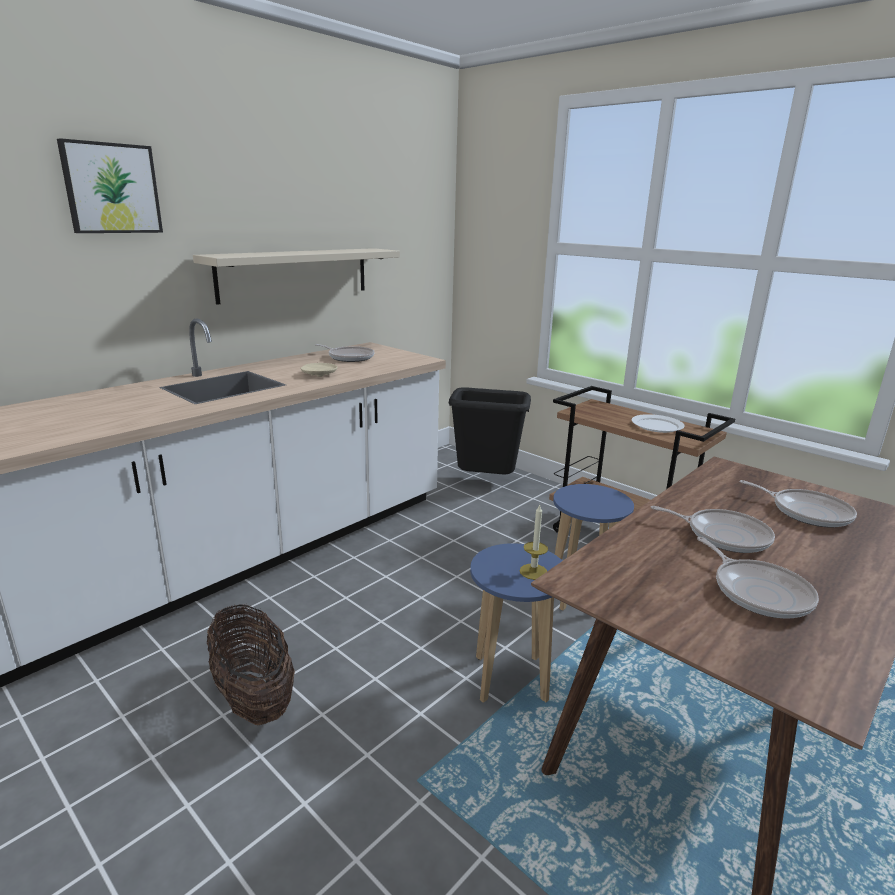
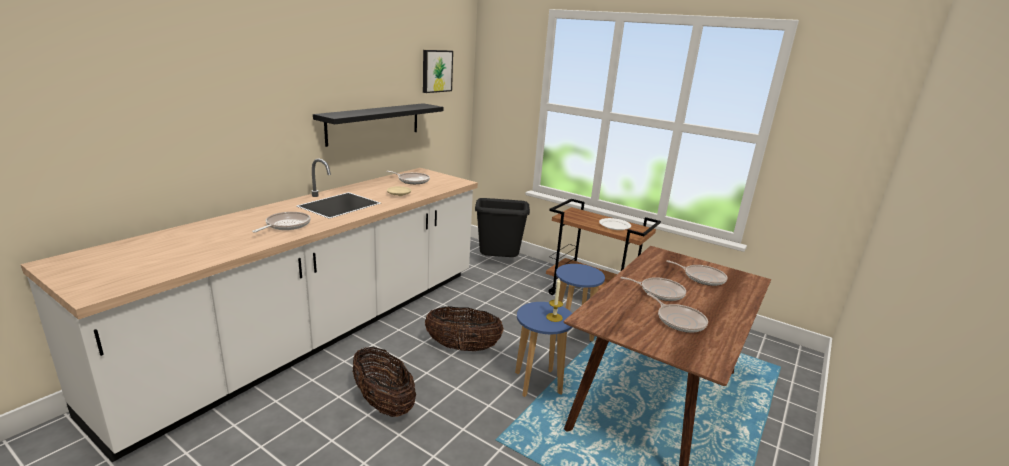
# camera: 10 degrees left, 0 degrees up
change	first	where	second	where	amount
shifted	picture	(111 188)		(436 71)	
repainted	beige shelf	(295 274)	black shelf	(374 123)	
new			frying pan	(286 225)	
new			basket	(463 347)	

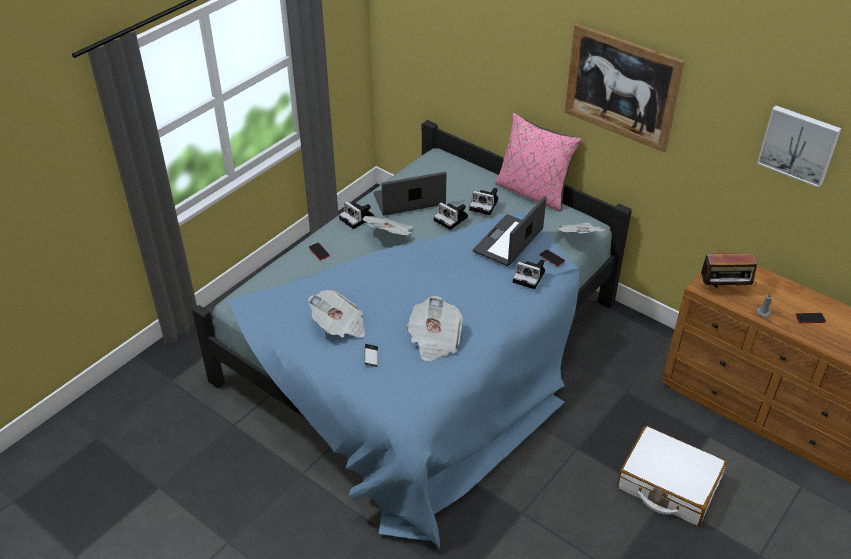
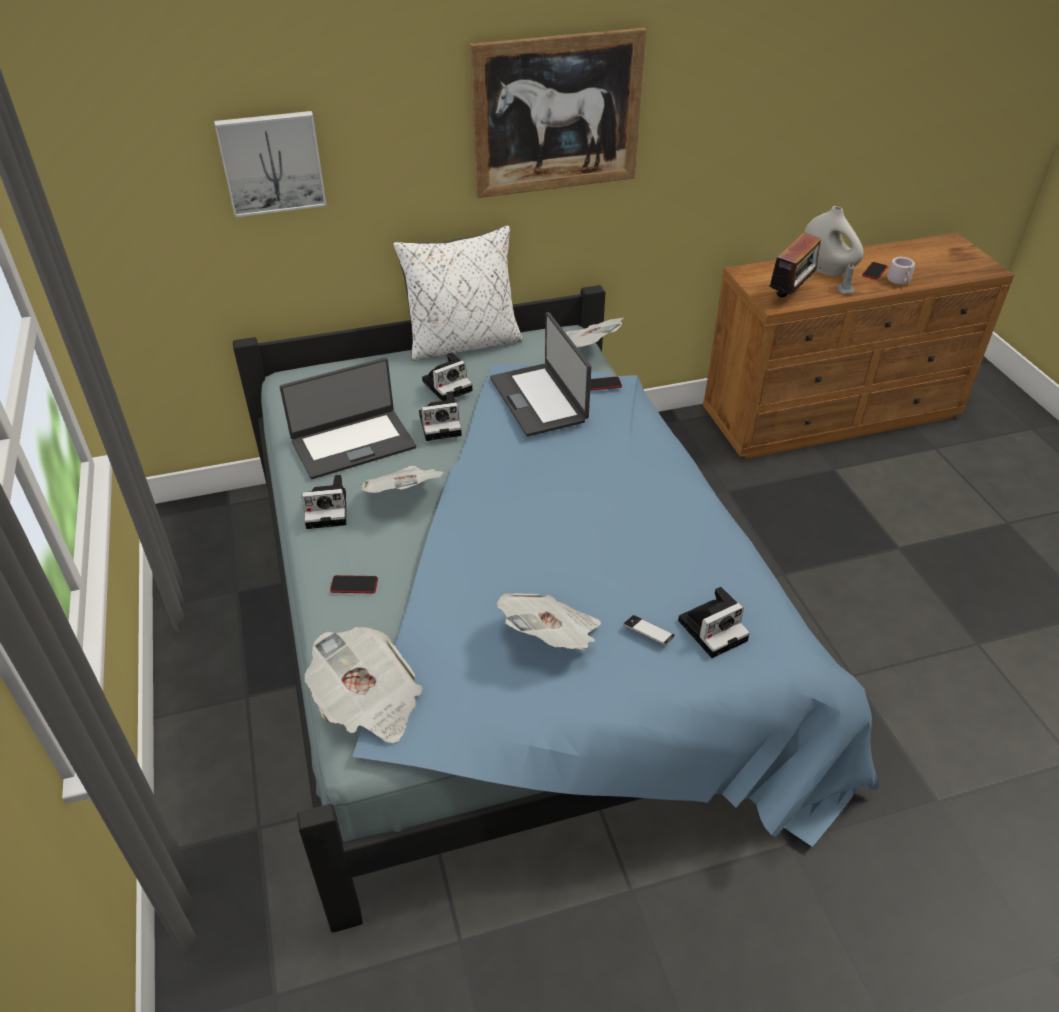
# camera: 55 degrees left, 0 degrees up
change	first	where	second	where	amount
shifted	picture	(799 144)		(272 162)	
repainted	pink pillow	(533 192)	white pillow	(463 343)	
rotated	laptop	(409 200)		(352 443)	135 degrees counterclockwise
shifted	photo camera	(530 277)		(714 628)	
shifted	newspaper	(434 340)		(368 703)	
gone	white suitcase	(668 485)			
new			white vase	(827 270)	
new			grey mug	(900 281)	

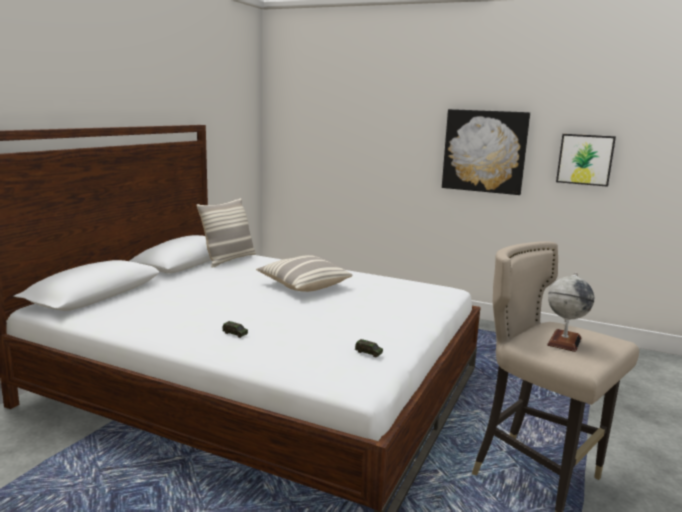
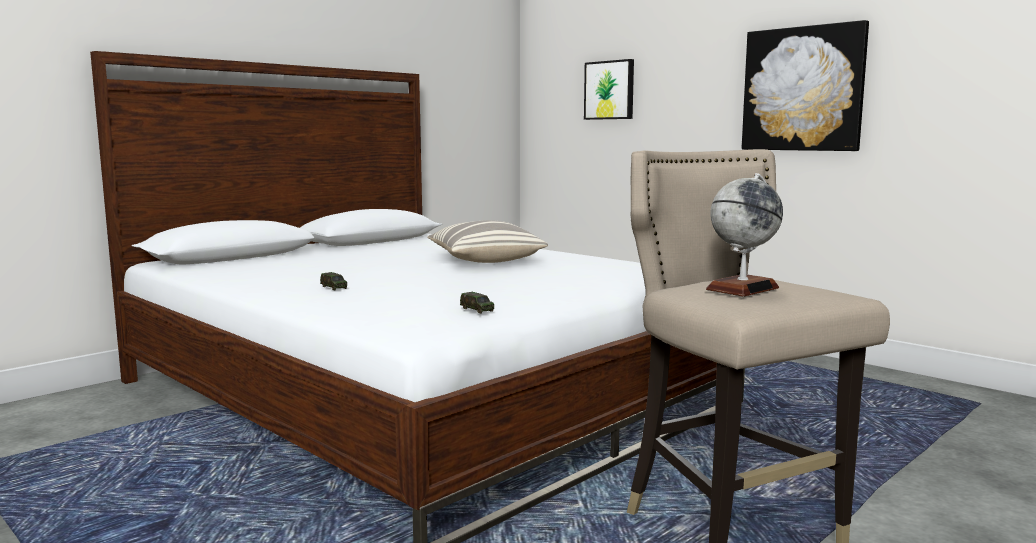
# camera: 20 degrees right, 5 degrees down
change	first	where	second	where	amount
shifted	picture	(585 159)		(610 90)	
gone	pillow	(229 260)			

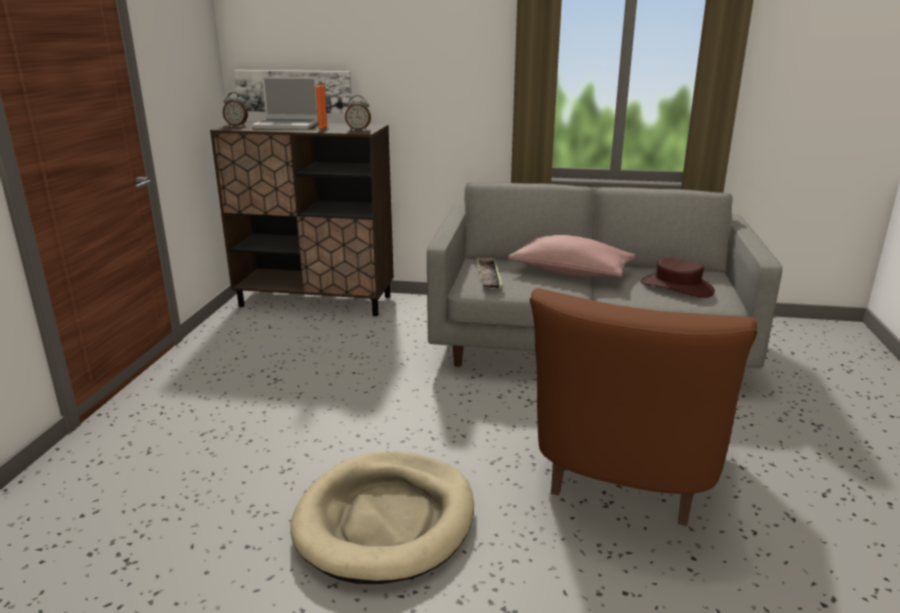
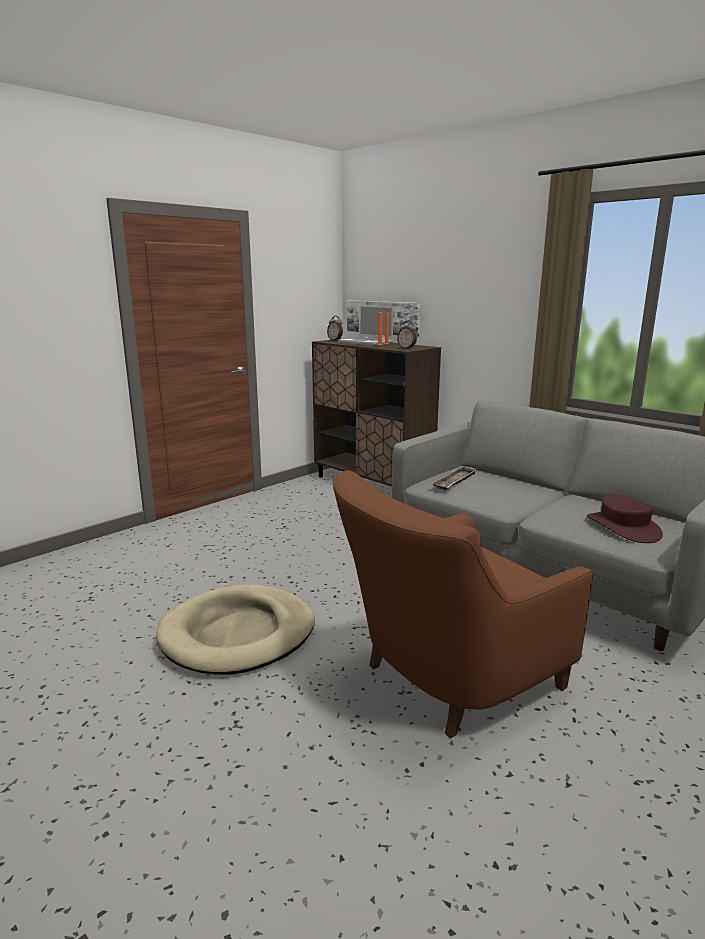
# camera: 35 degrees right, 5 degrees down
change	first	where	second	where	amount
gone	pink pillow	(570 273)			

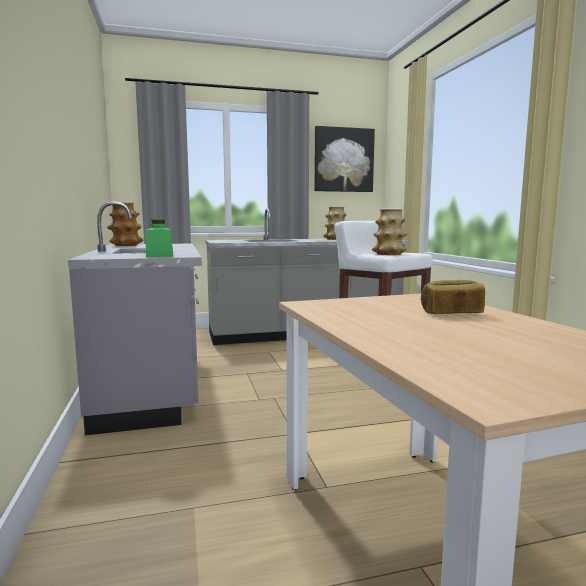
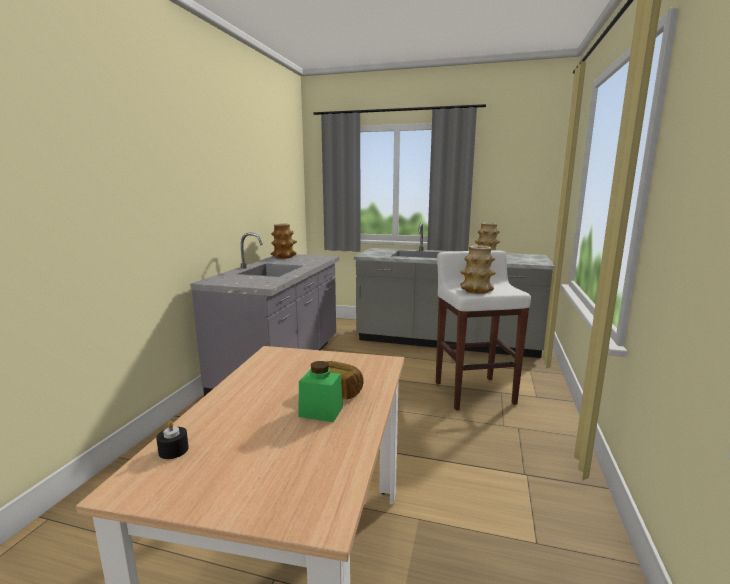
# camera: 30 degrees right, 5 degrees up
change	first	where	second	where	amount
gone	picture	(343 160)			
shifted	green jar	(159 256)		(321 412)	
new			black candle	(173 450)	

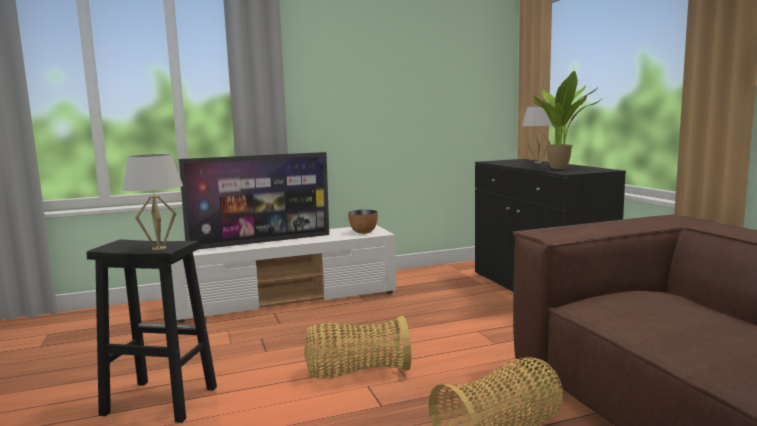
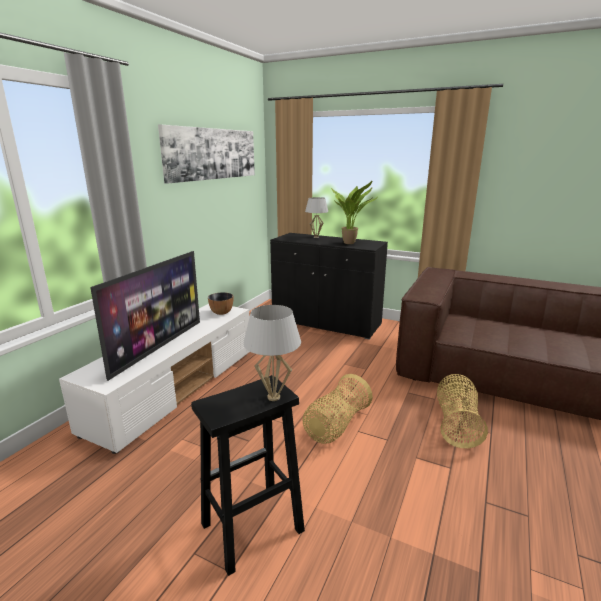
# camera: 45 degrees left, 10 degrees up
change	first	where	second	where	amount
new			picture	(212 154)	

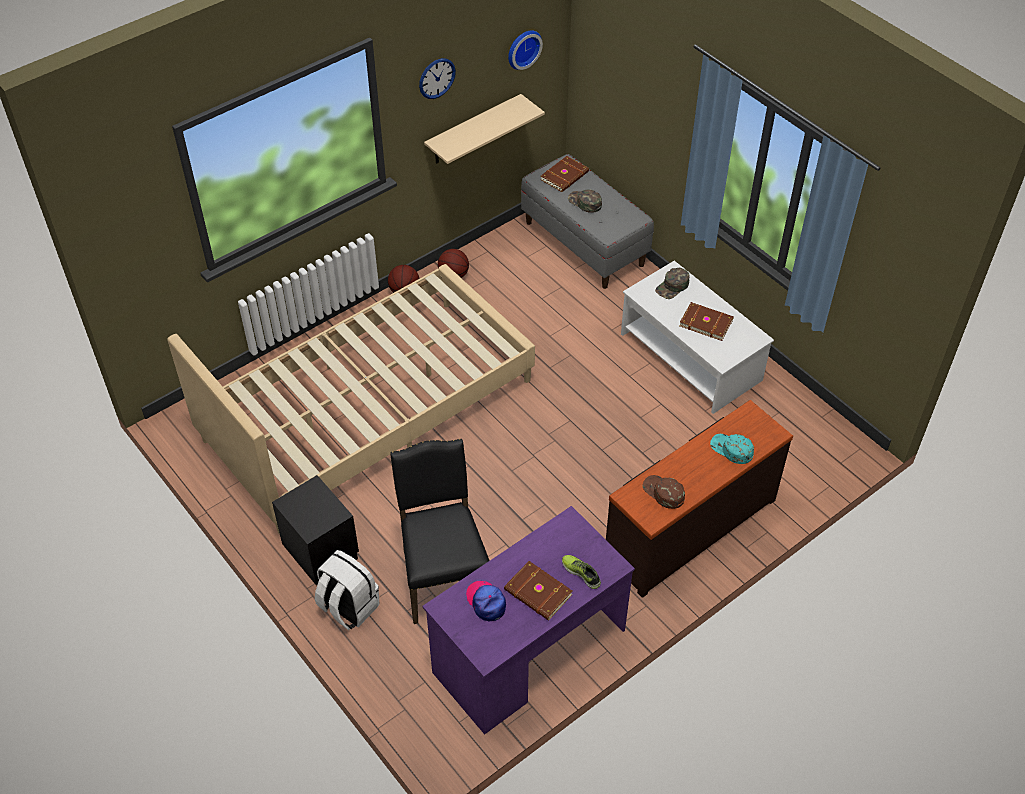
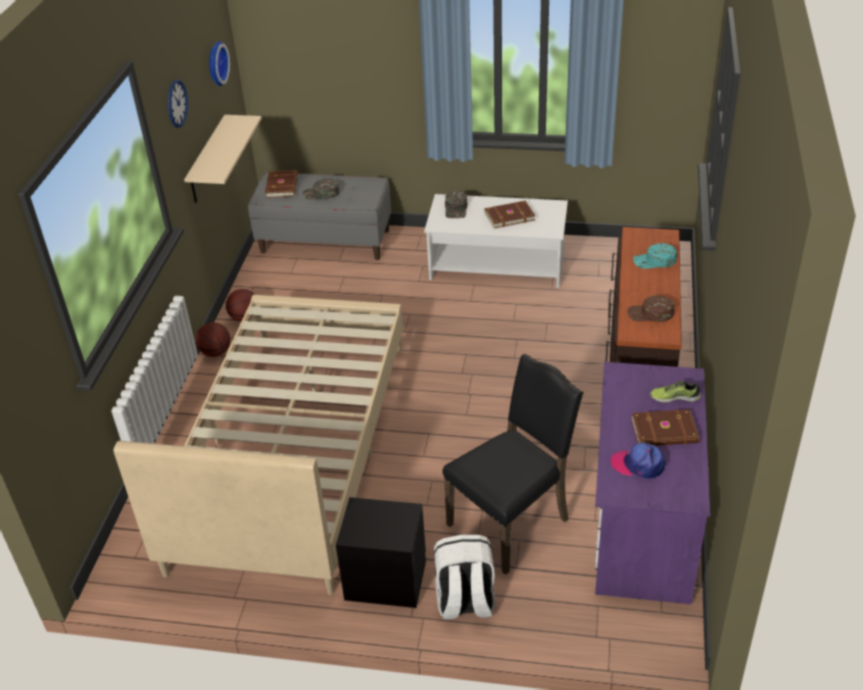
# camera: 40 degrees left, 10 degrees down
change	first	where	second	where	amount
rotated	black chair	(443 577)		(512 522)	105 degrees clockwise

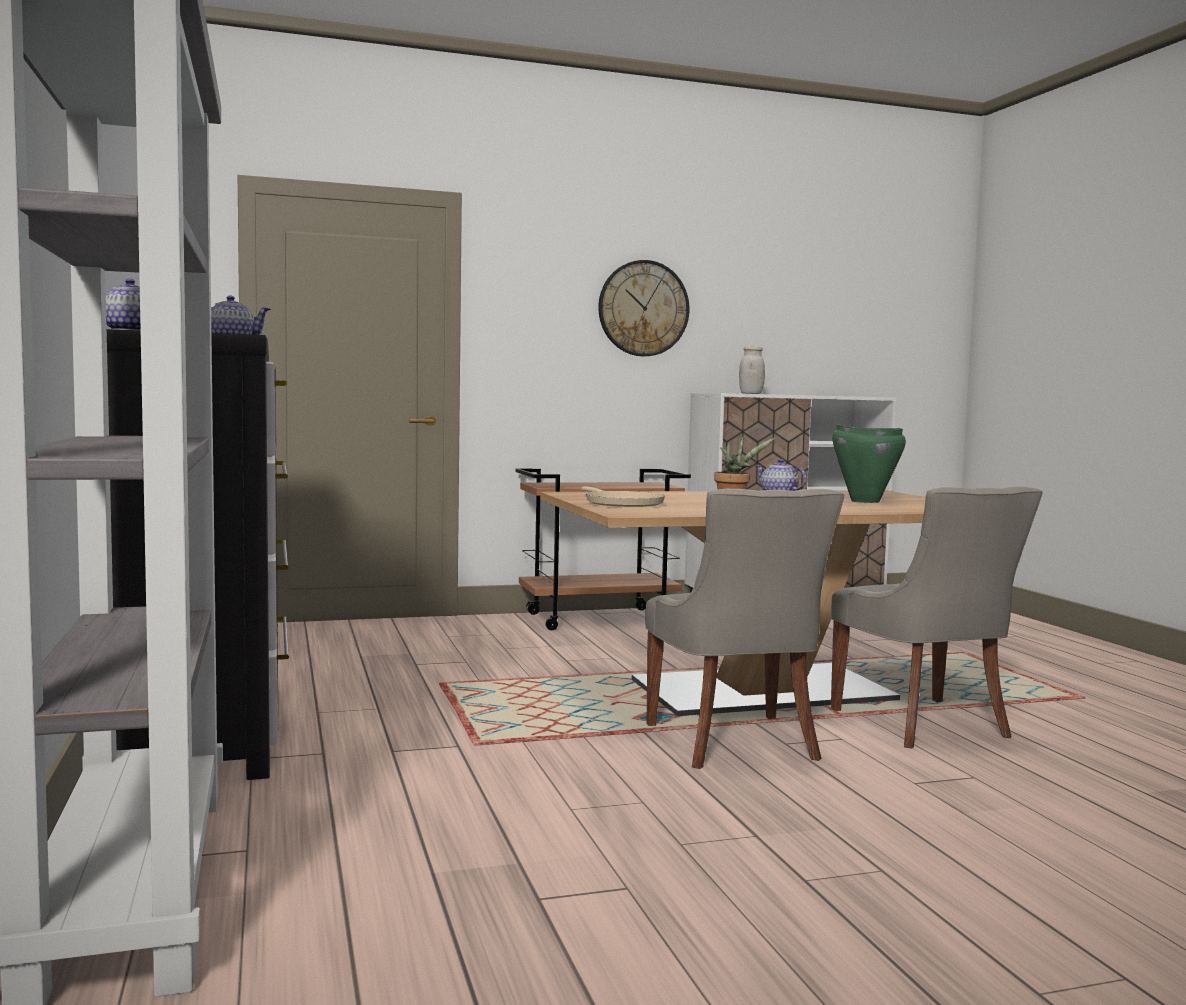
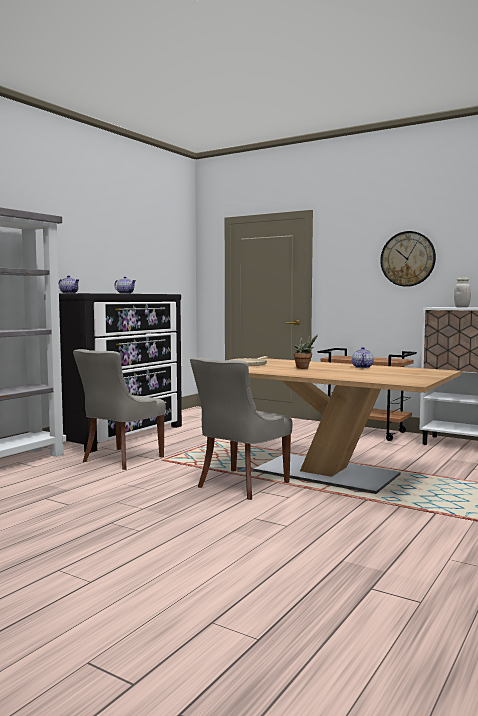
# camera: 50 degrees right, 0 degrees up
change	first	where	second	where	amount
gone	green cooking pot	(864 501)			
shifted	grey chair	(924 725)		(121 459)	

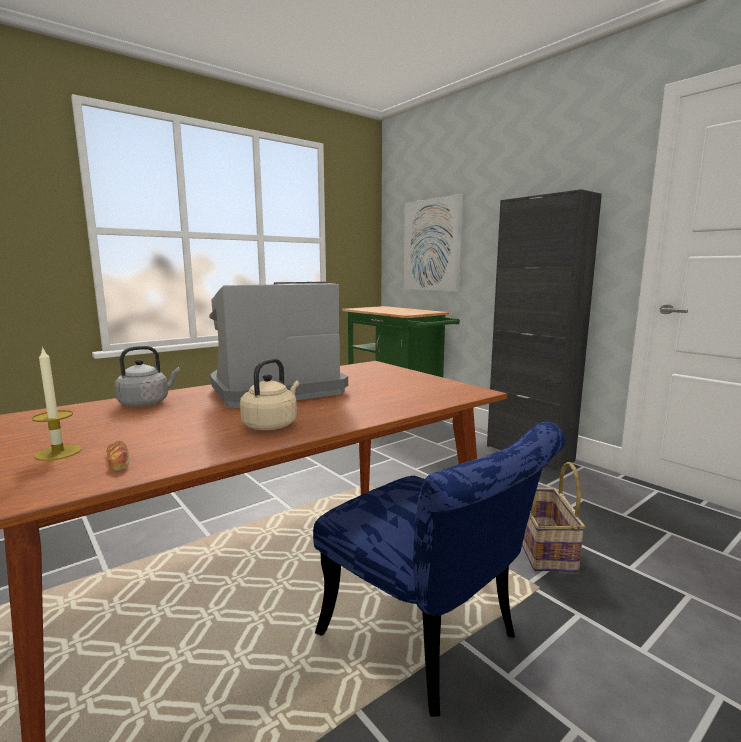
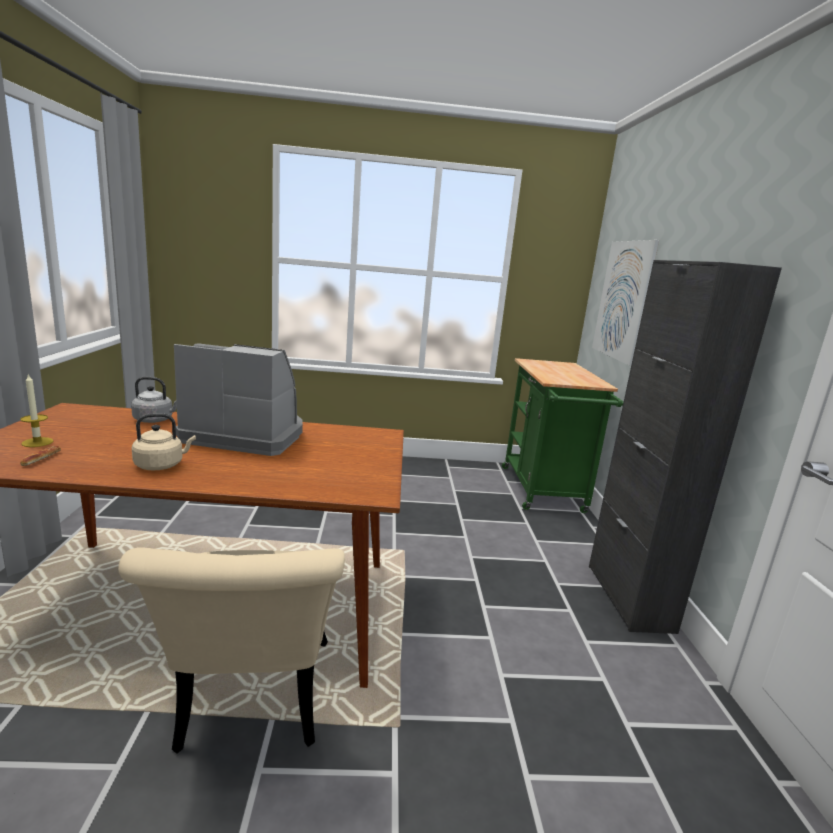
# camera: 35 degrees right, 5 degrees up
change	first	where	second	where	amount
repainted	blue chair	(431 642)	beige chair	(251 704)	
gone	basket	(544 548)			

